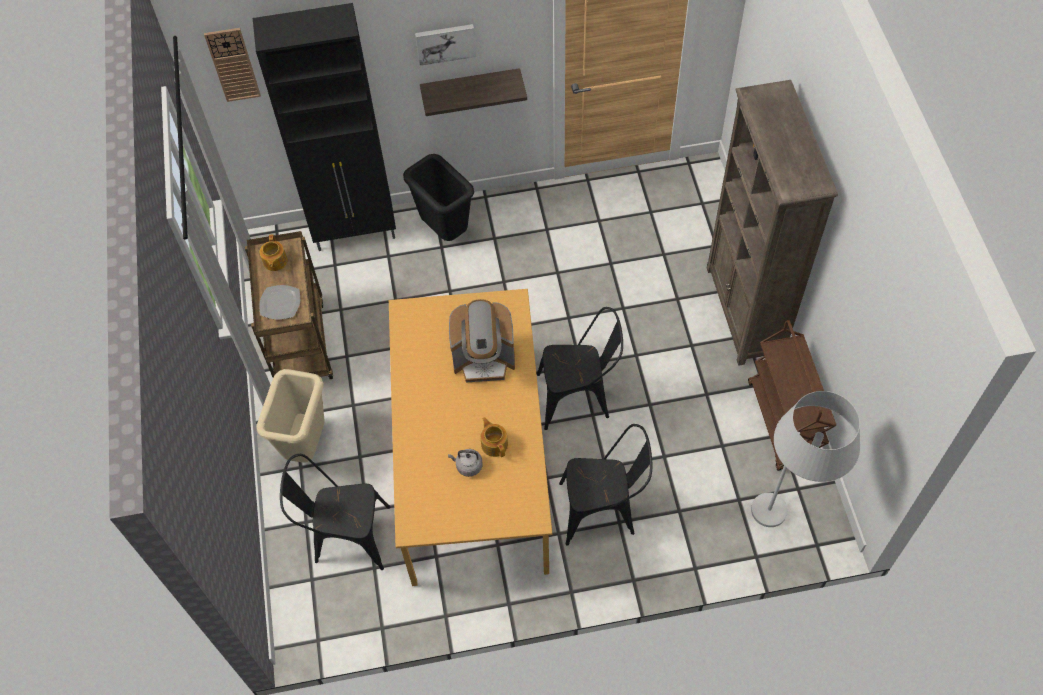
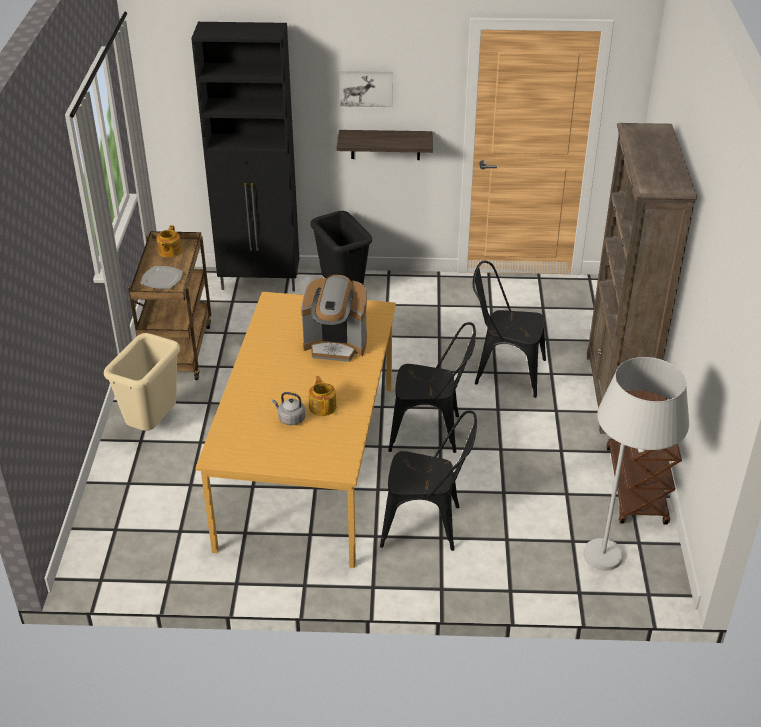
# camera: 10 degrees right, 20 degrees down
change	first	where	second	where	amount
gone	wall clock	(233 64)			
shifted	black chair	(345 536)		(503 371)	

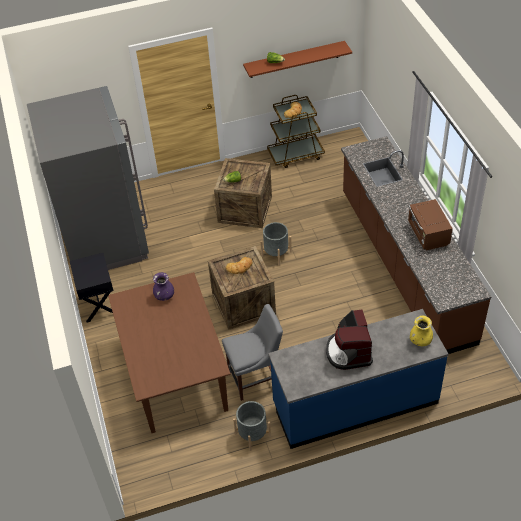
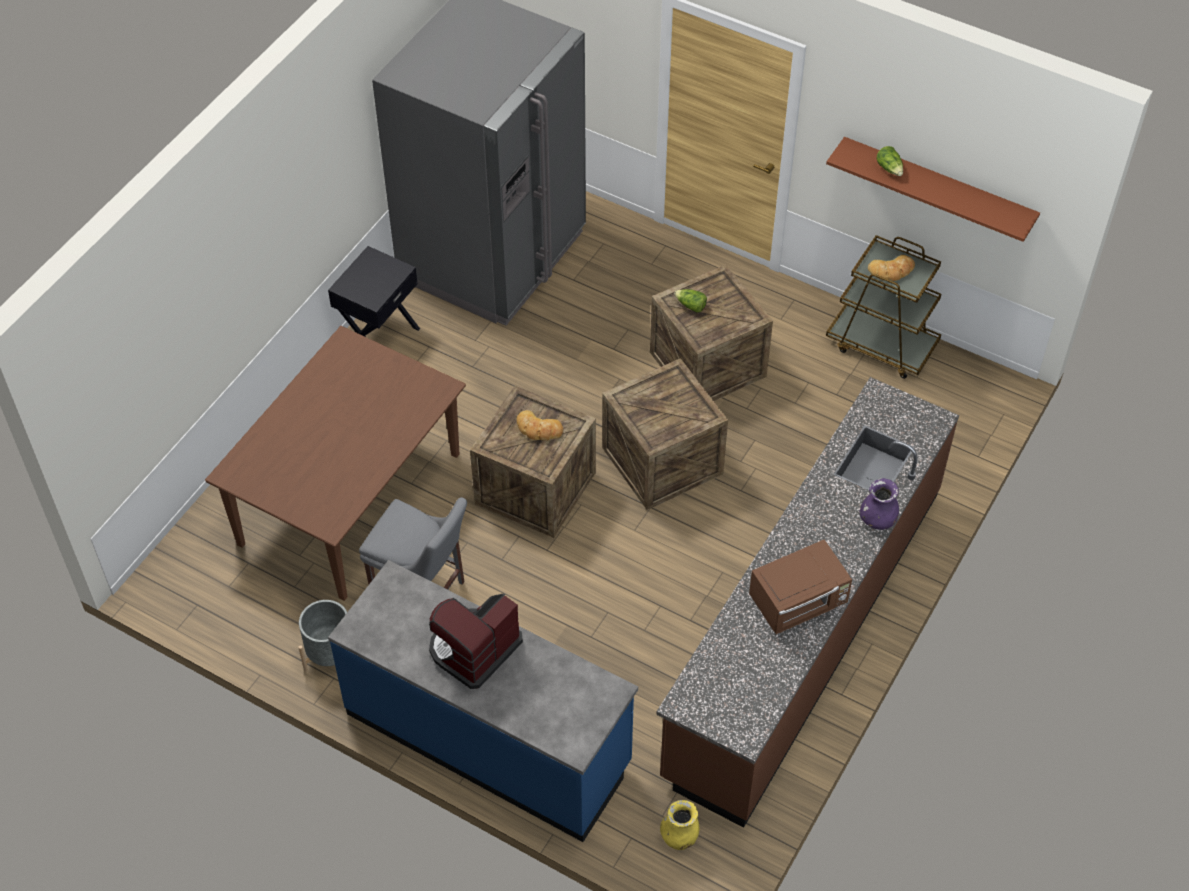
# camera: 45 degrees right, 5 degrees up
change	first	where	second	where	amount
rotated	brown microwave	(428 235)		(799 602)	150 degrees counterclockwise
swapped	grey planter	(276 254)	crate	(662 461)	
shifted	purple vase	(164 296)		(877 519)	
shifted	yellow vase	(420 340)		(680 836)	

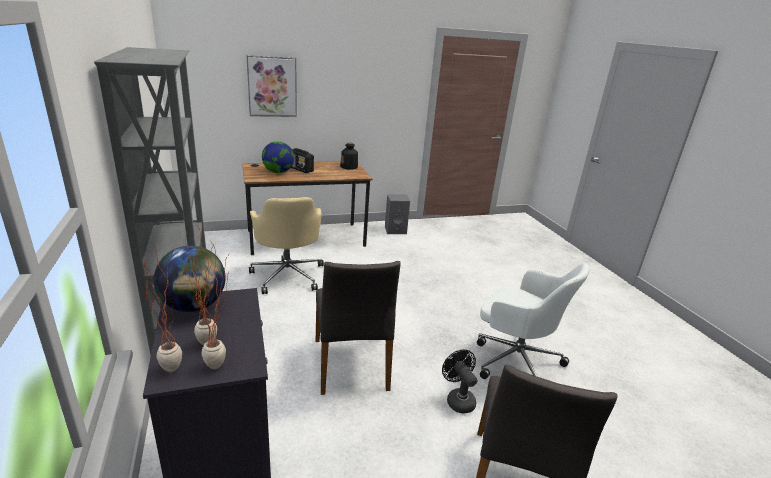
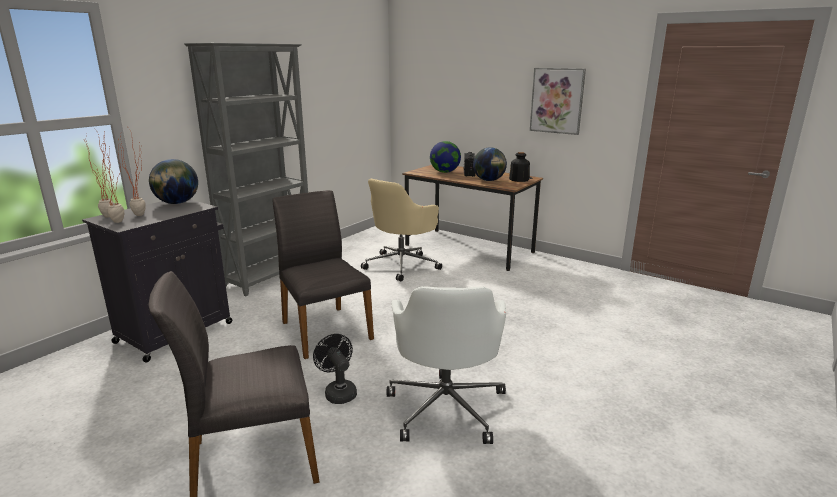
# camera: 55 degrees right, 5 degrees down
change	first	where	second	where	amount
shifted	picture	(272 86)		(557 100)	
gone	grey speaker	(396 230)			
rotated	grey chair	(352 364)		(324 330)	105 degrees clockwise
rotated	black fan	(458 399)		(338 392)	60 degrees counterclockwise
new			globe	(489 180)	

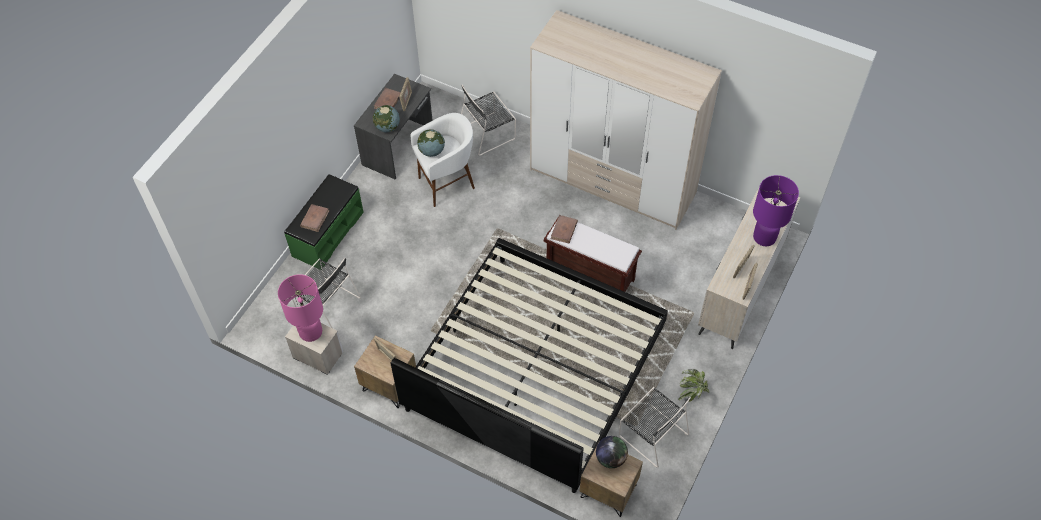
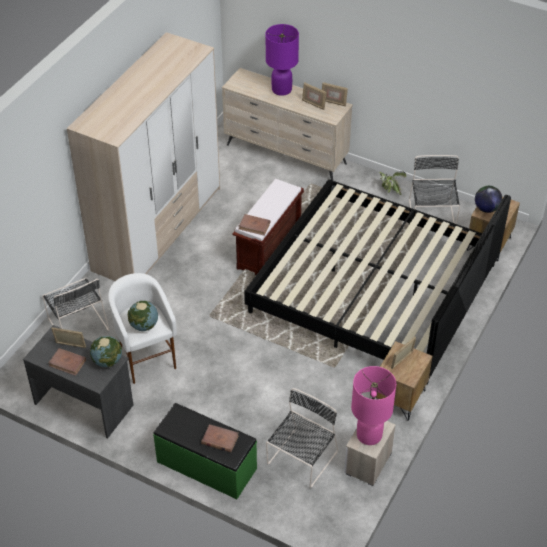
# camera: 90 degrees left, 10 degrees down
change	first	where	second	where	amount
rotated	black chair	(651 433)		(432 215)	45 degrees counterclockwise

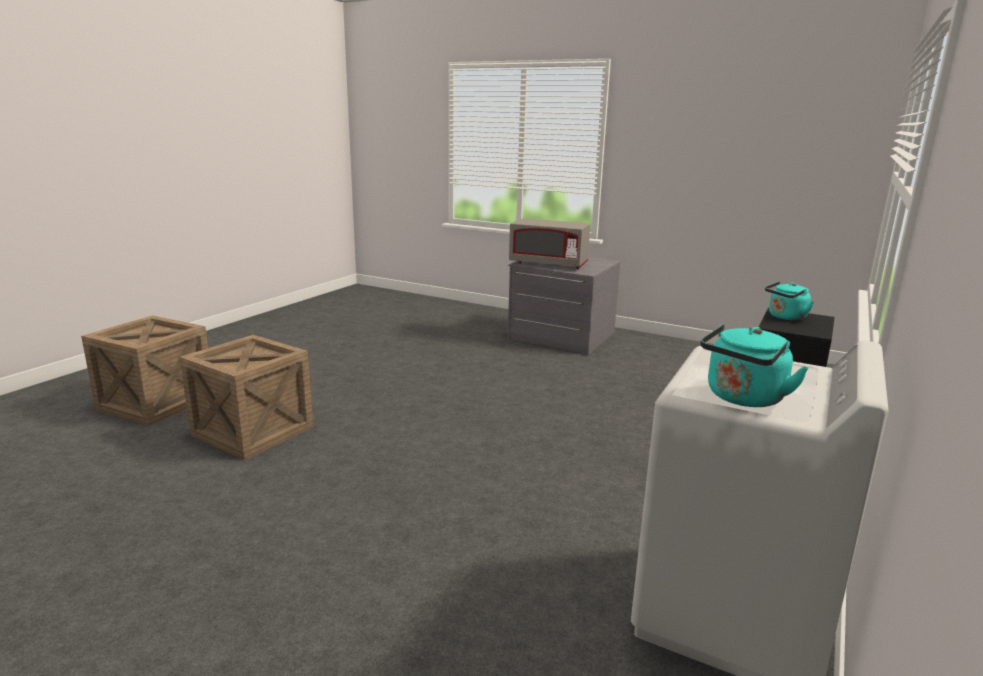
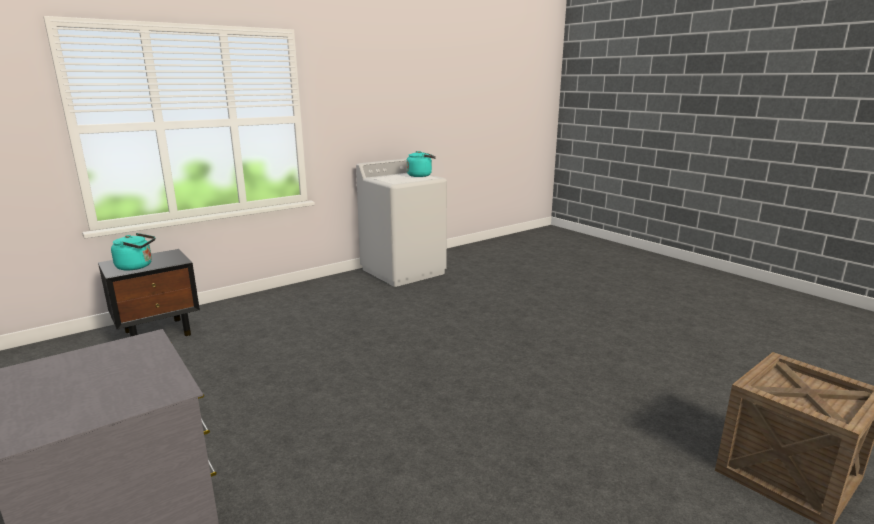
# camera: 155 degrees left, 0 degrees up
change	first	where	second	where	amount
gone	grey microwave	(548 264)			
gone	crate	(253 431)			

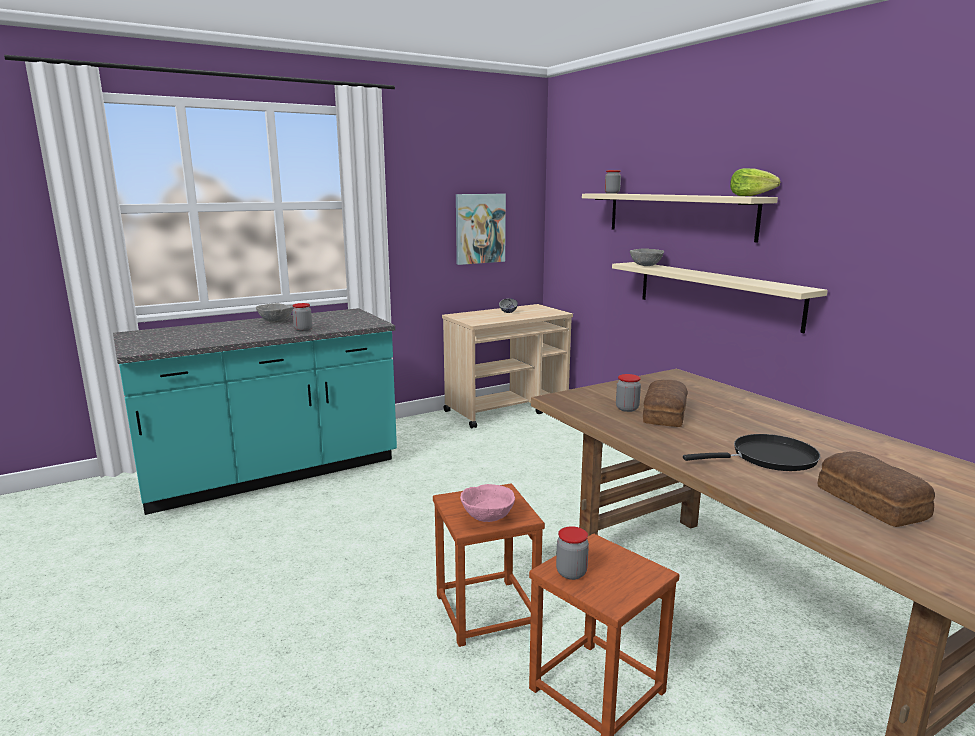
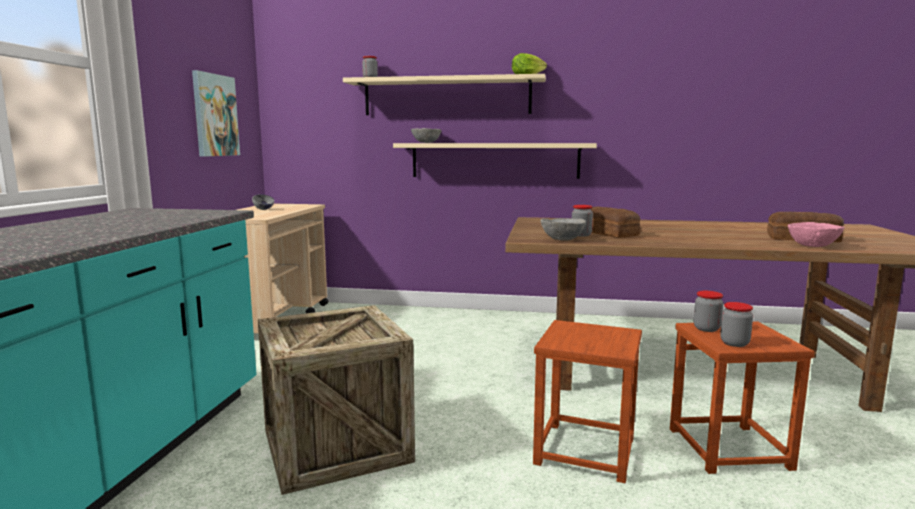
# camera: 50 degrees left, 5 degrees down
change	first	where	second	where	amount
shifted	grey bowl	(275 322)		(561 240)	
shifted	jar	(303 330)		(706 328)	
gone	black frying pan	(768 458)			
shifted	pink bowl	(487 518)		(813 246)	
new			crate	(336 445)	

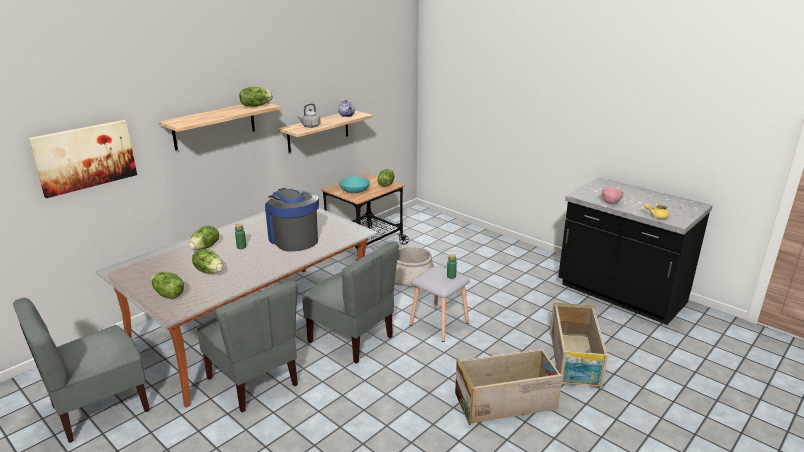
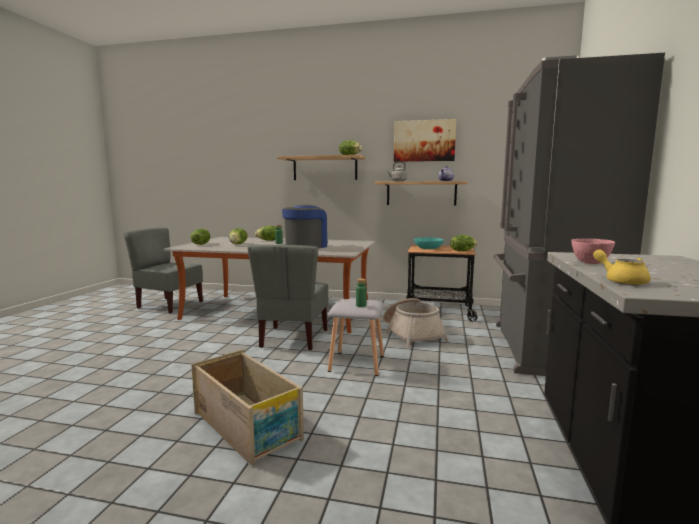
# camera: 60 degrees right, 15 degrees down
change	first	where	second	where	amount
shifted	picture	(85 157)		(424 141)	
gone	grey chair	(254 381)			
gone	crate	(575 360)			
new			grey fridge	(545 349)	

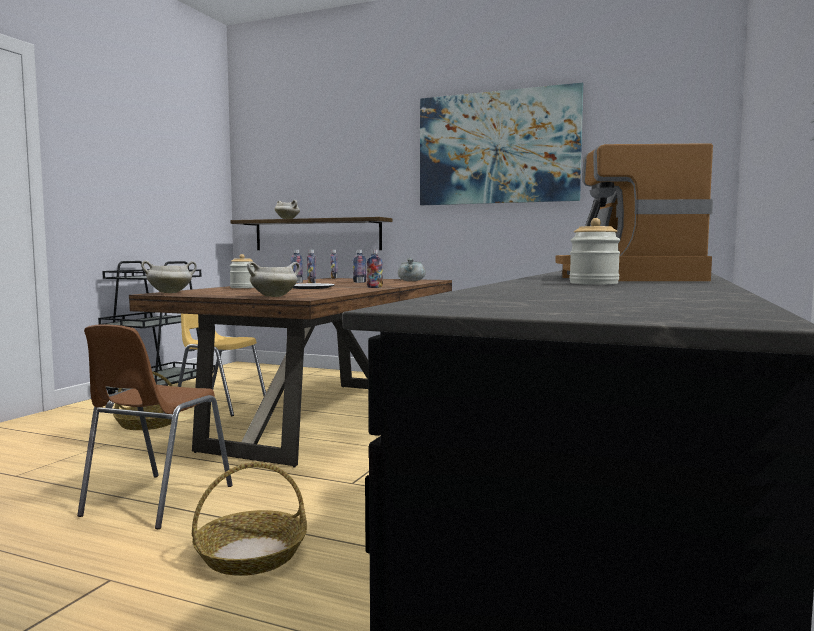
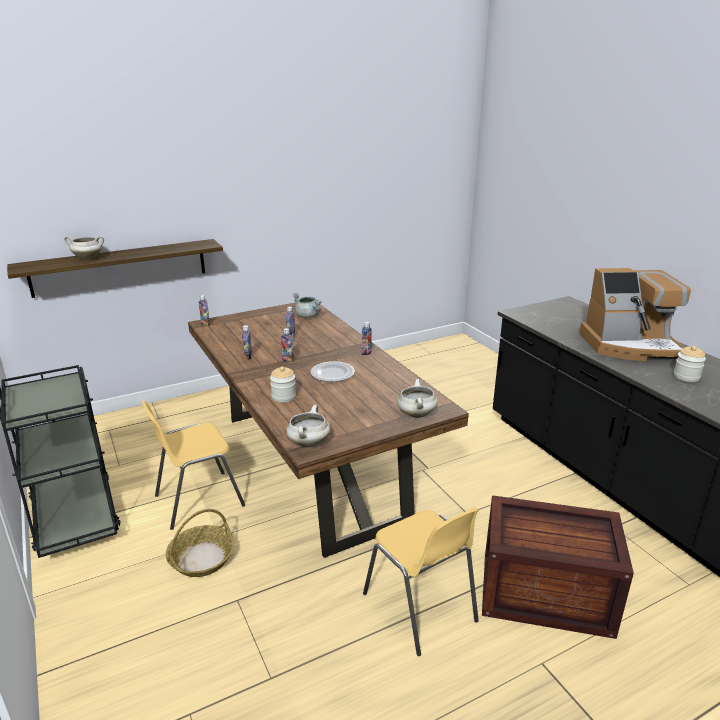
# camera: 50 degrees left, 20 degrees up
change	first	where	second	where	amount
gone	picture	(497 148)			
rotated	coffee machine	(622 278)		(630 346)	45 degrees counterclockwise
repainted	brown chair	(156 501)	yellow chair	(420 608)	
swapped	basket	(250 555)	crate	(547 594)	

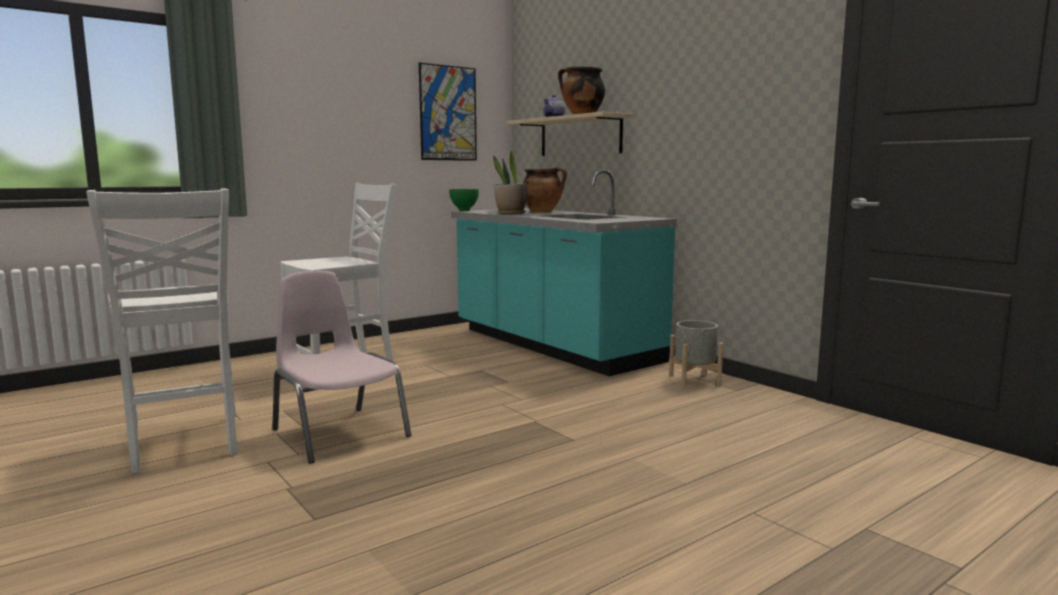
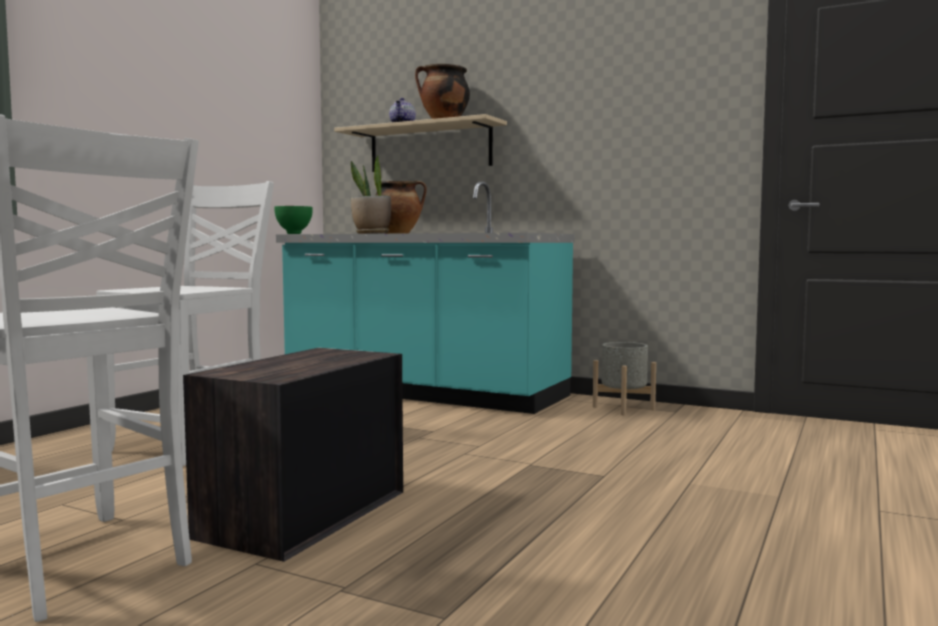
# camera: 25 degrees left, 5 degrees down
change	first	where	second	where	amount
gone	picture	(448 113)			
swapped	pink chair	(338 433)	crate	(306 512)	

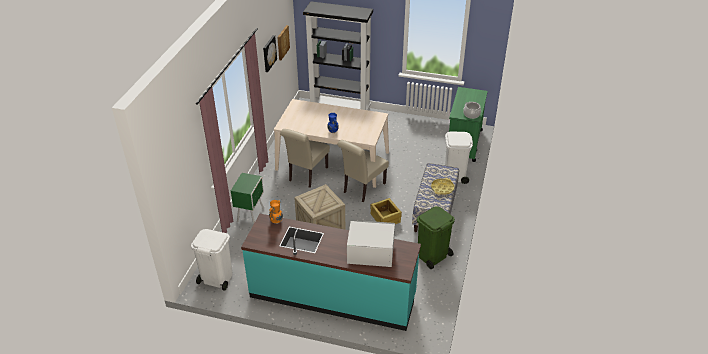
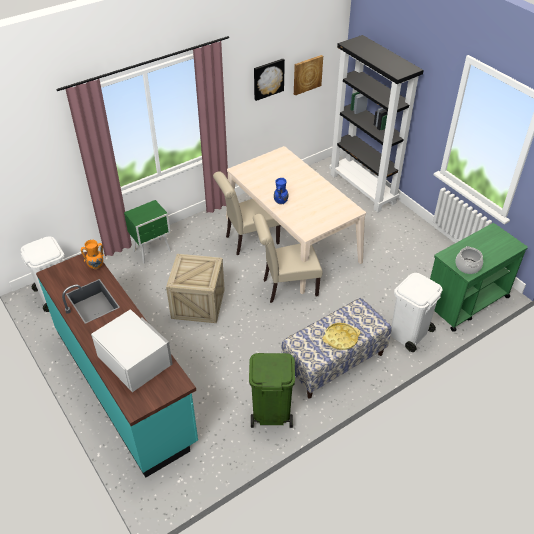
# camera: 40 degrees right, 5 degrees up
change	first	where	second	where	amount
gone	crate	(385 218)			

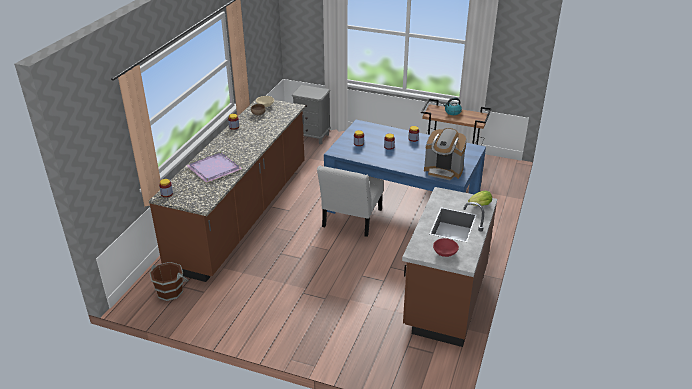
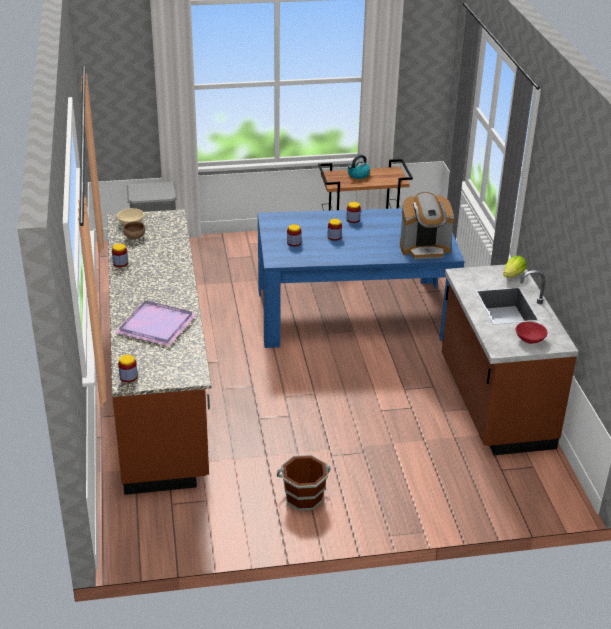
# camera: 30 degrees left, 0 degrees up
change	first	where	second	where	amount
gone	white chair	(351 220)			
shifted	brown bucket	(170 291)		(303 497)	

